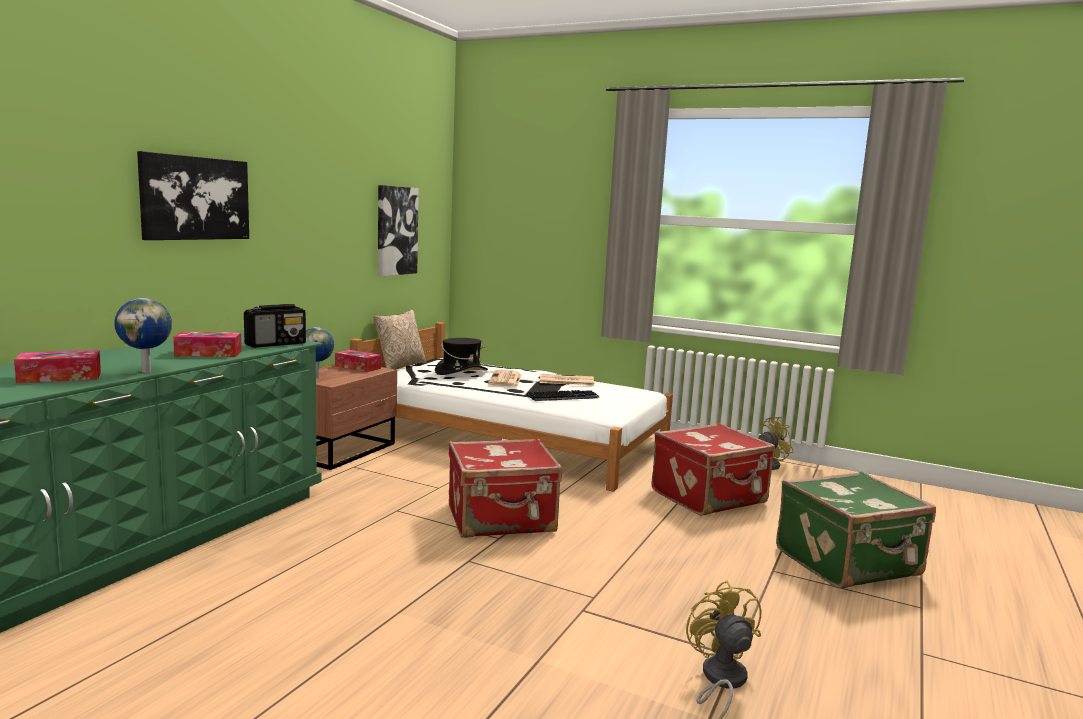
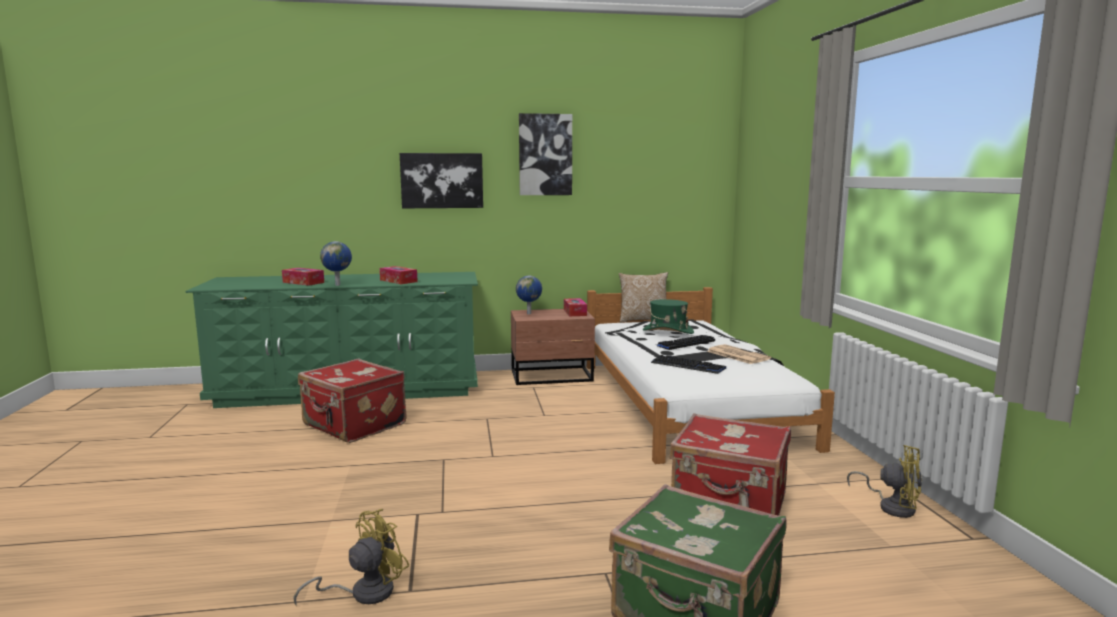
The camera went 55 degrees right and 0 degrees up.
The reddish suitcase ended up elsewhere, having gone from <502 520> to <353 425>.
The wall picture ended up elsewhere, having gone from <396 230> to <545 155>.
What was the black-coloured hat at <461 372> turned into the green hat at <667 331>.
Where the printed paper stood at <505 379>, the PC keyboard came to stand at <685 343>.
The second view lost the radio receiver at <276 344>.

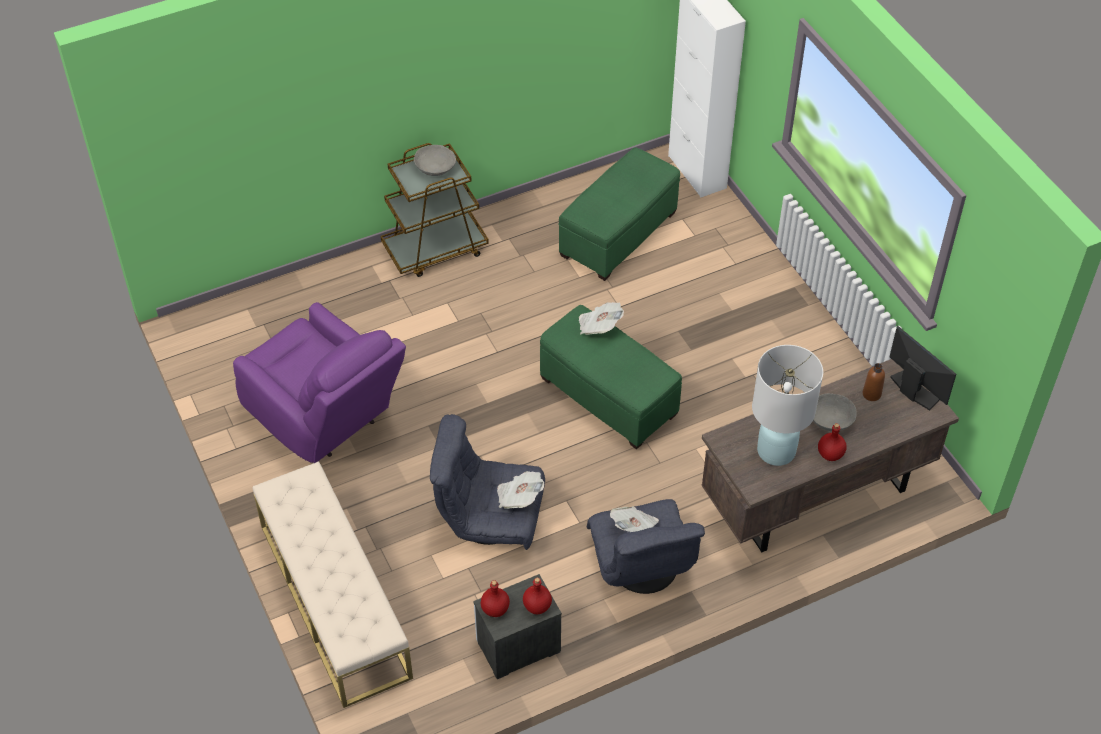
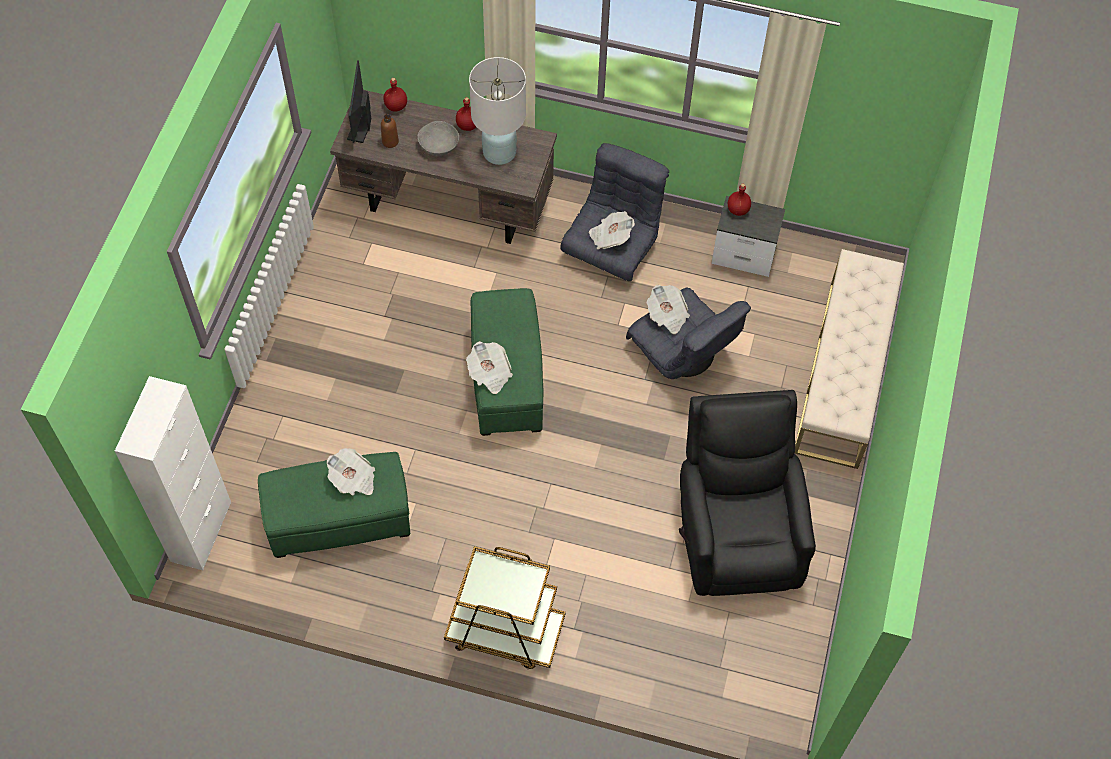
The camera went 140 degrees left and 10 degrees up.
The second view gained the printed paper at <353 479>.
The reddish bottle ended up elsewhere, having gone from <495 609> to <396 106>.
What was the purple-coloured lounge chair at <326 418> turned into the black-coloured lounge chair at <737 527>.
The second view lost the greyish serving bowl at <435 168>.

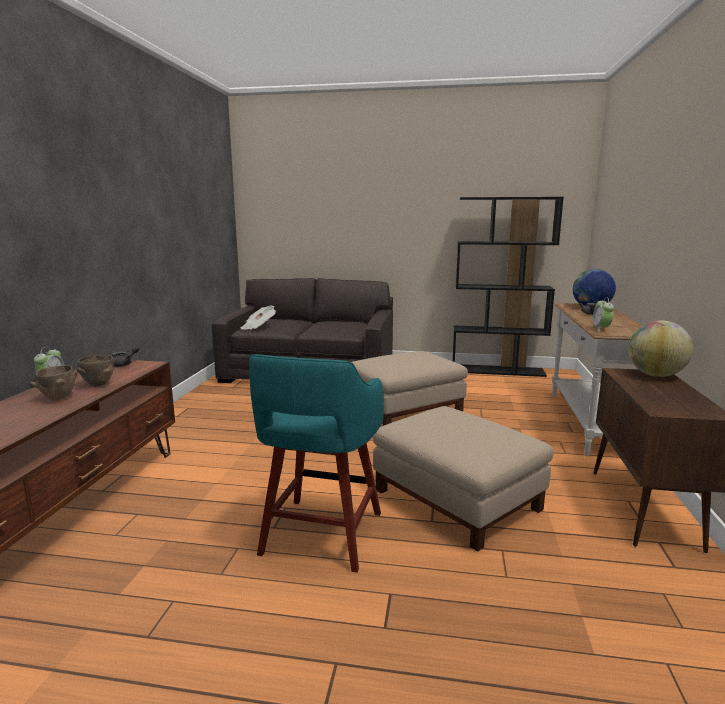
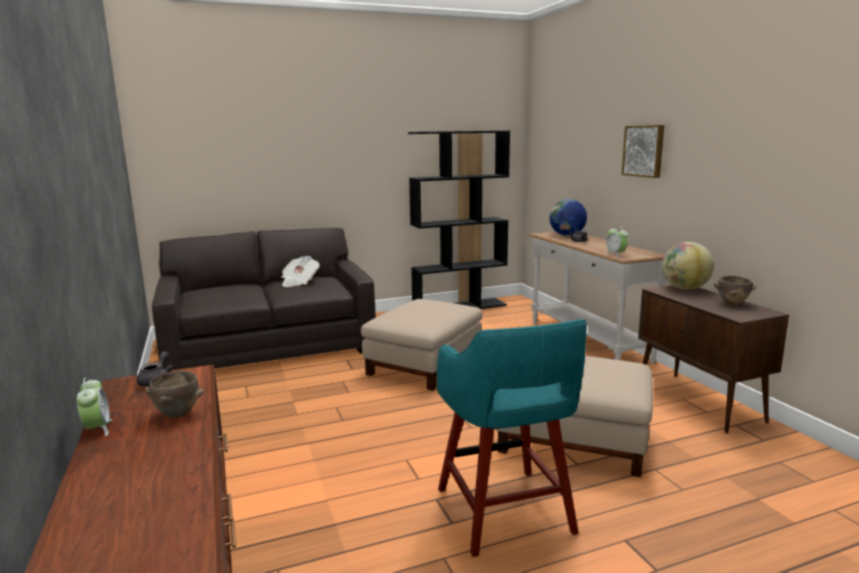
The camera went 30 degrees left and 0 degrees up.
The printed paper ended up elsewhere, having gone from <258 327> to <299 282>.
The second view gained the wall picture at <644 151>.
The brown-coloured serving bowl ended up elsewhere, having gone from <58 398> to <731 304>.

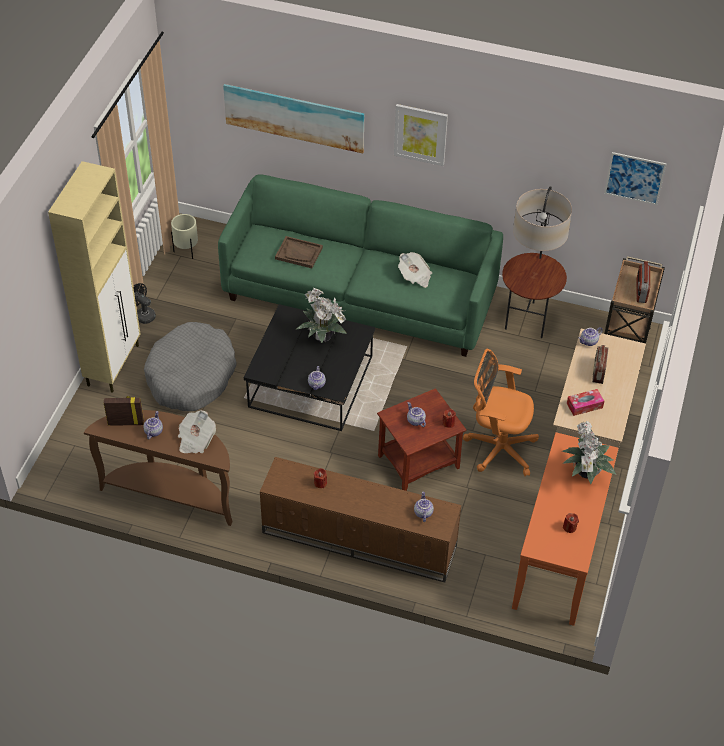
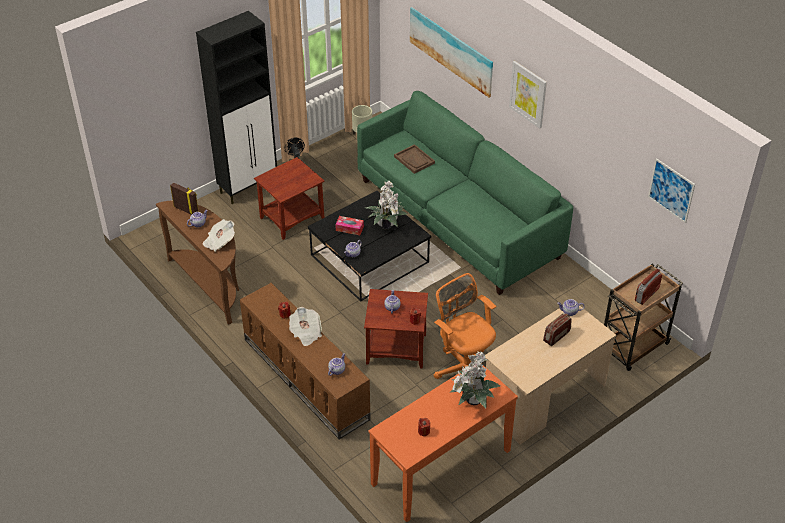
The camera went 35 degrees right and 5 degrees down.
What was the beige-coloured cabinet at <114 364> turned into the black-coloured cabinet at <249 187>.
Where the greyish pet bed stood at <191 376>, the brown-coloured side table came to stand at <291 217>.
The printed paper ended up elsewhere, having gone from <415 276> to <306 333>.
The box of tissues ended up elsewhere, having gone from <584 405> to <349 228>.
The second view lost the standard lamp at <527 320>.

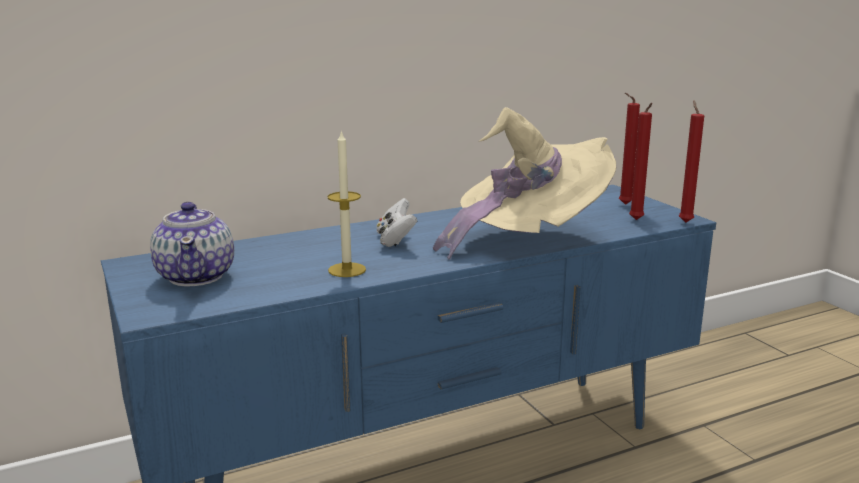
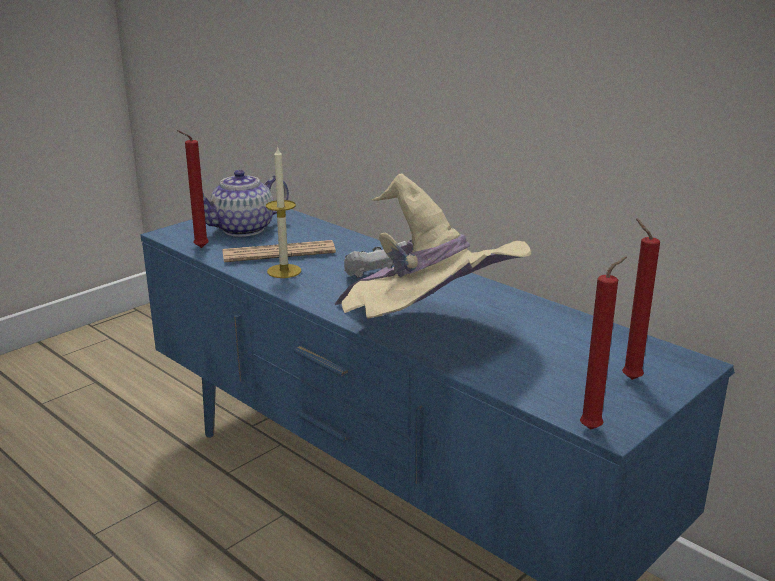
The camera went 70 degrees right and 5 degrees up.
The reddish wax candle ended up elsewhere, having gone from <636 220> to <199 248>.
The second view gained the printed paper at <278 253>.

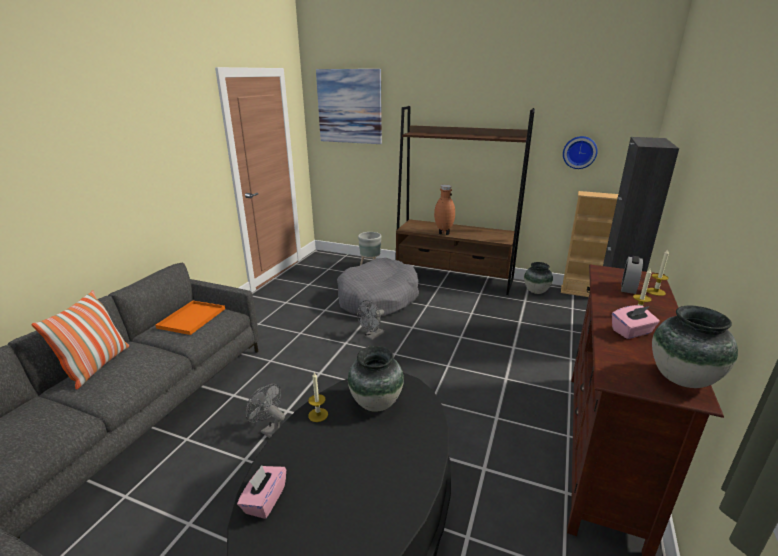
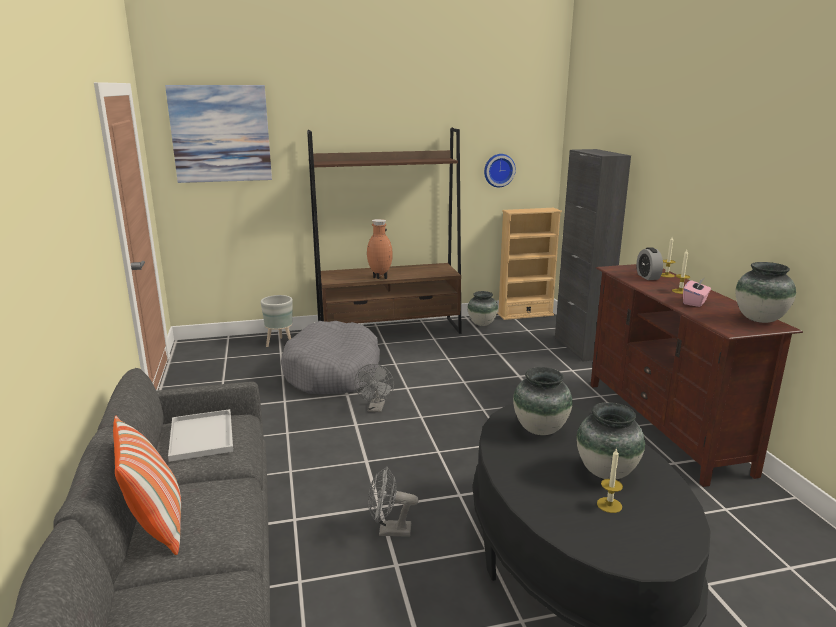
The camera went 35 degrees left and 5 degrees down.
What was the orangey carrying tray at <192 317> turned into the white-coloured carrying tray at <200 435>.
The second view gained the vase at <606 472>.
The wax candle ended up elsewhere, having gone from <318 415> to <609 505>.
The second view lost the pink-coloured box of tissues at <264 500>.

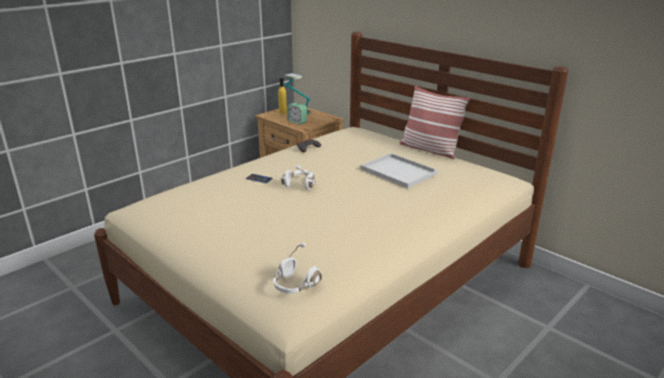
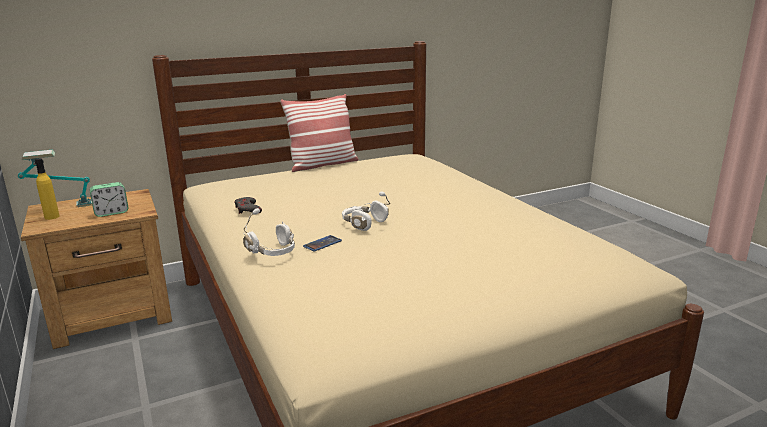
The camera went 70 degrees left and 5 degrees down.
The white-coloured pair of headphones ended up elsewhere, having gone from <294 285> to <273 252>.
The second view lost the white-coloured carrying tray at <400 172>.

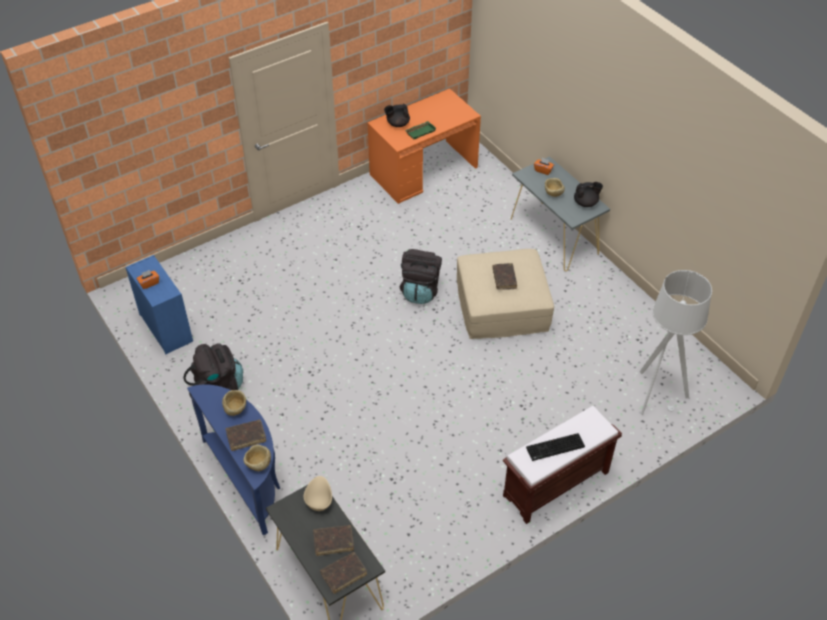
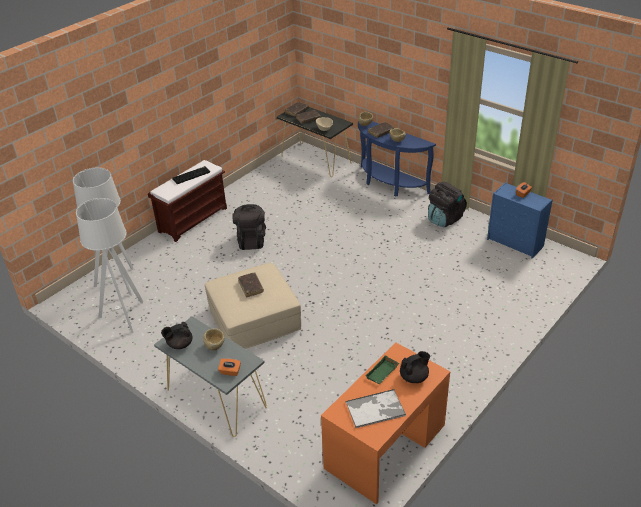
The camera went 165 degrees right and 10 degrees down.
The second view gained the greyish standard lamp at <125 317>.
The black-coloured rucksack ended up elsewhere, having gone from <420 290> to <251 240>.
The second view gained the carrying tray at <375 409>.

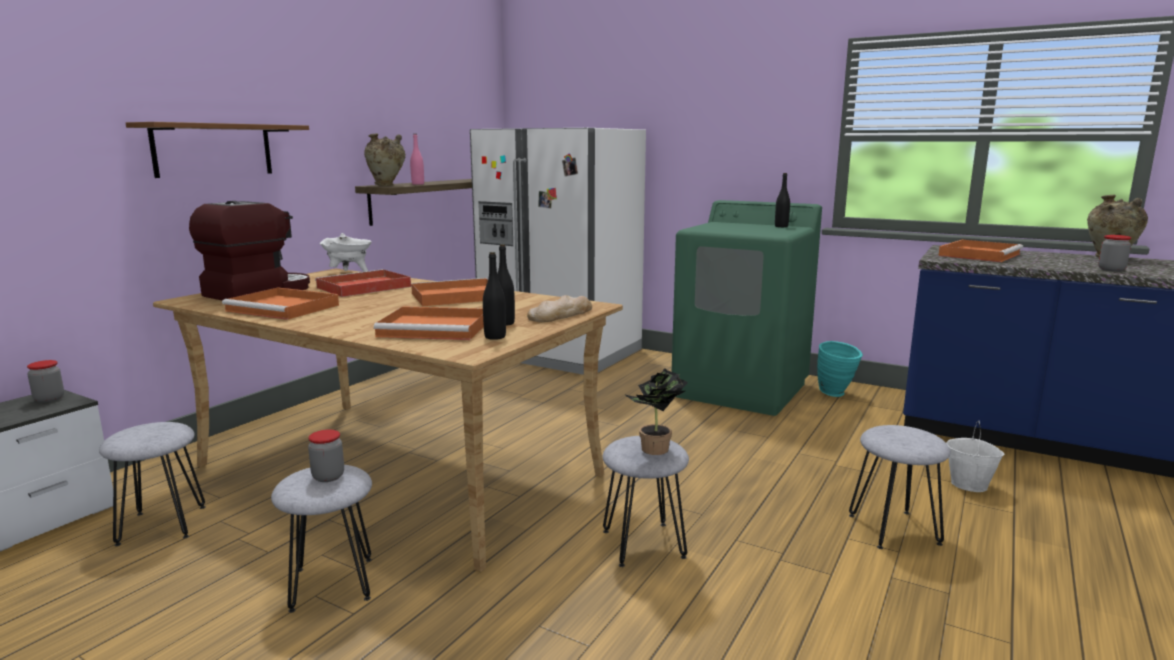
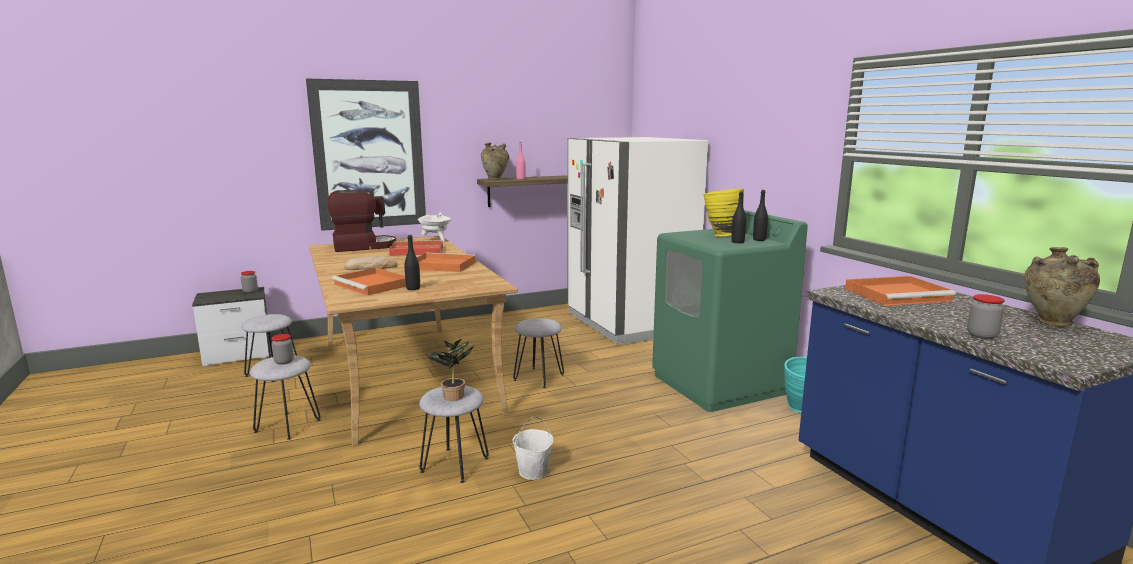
The camera went 35 degrees right and 0 degrees up.
Where the brown-coloured bracket shelf hung at <213 150>, the wall picture came to hang at <369 155>.
The baked bread ended up elsewhere, having gone from <560 314> to <371 267>.
The greyish stool ended up elsewhere, having gone from <894 529> to <539 377>.
The white-coloured bucket ended up elsewhere, having gone from <969 485> to <533 472>.
The second view gained the yellow vase at <720 236>.
The black-coloured bottle ended up elsewhere, having gone from <495 337> to <737 242>.
The second view lost the orangey carrying tray at <285 308>.

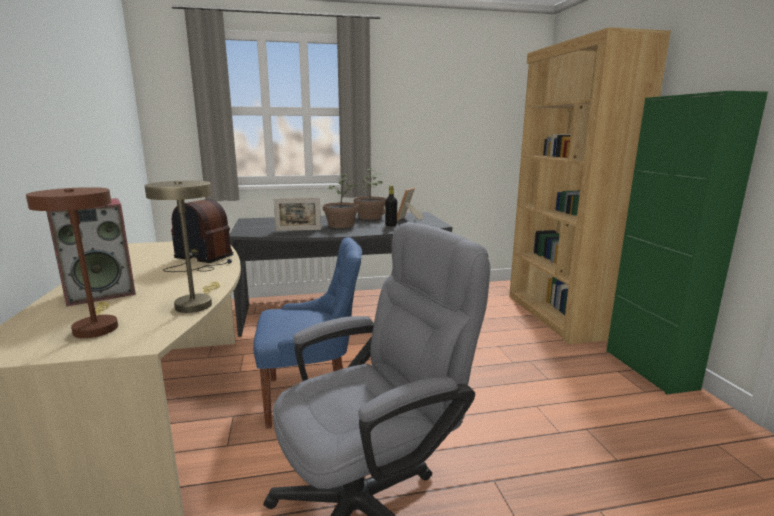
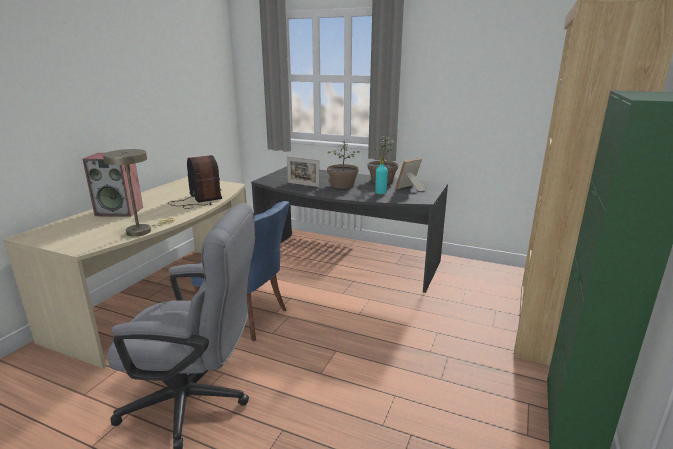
The camera went 35 degrees right and 5 degrees up.
What was the black-coloured bottle at <391 225> turned into the turquoise-coloured bottle at <380 193>.
The second view lost the brown-coloured table lamp at <96 326>.

